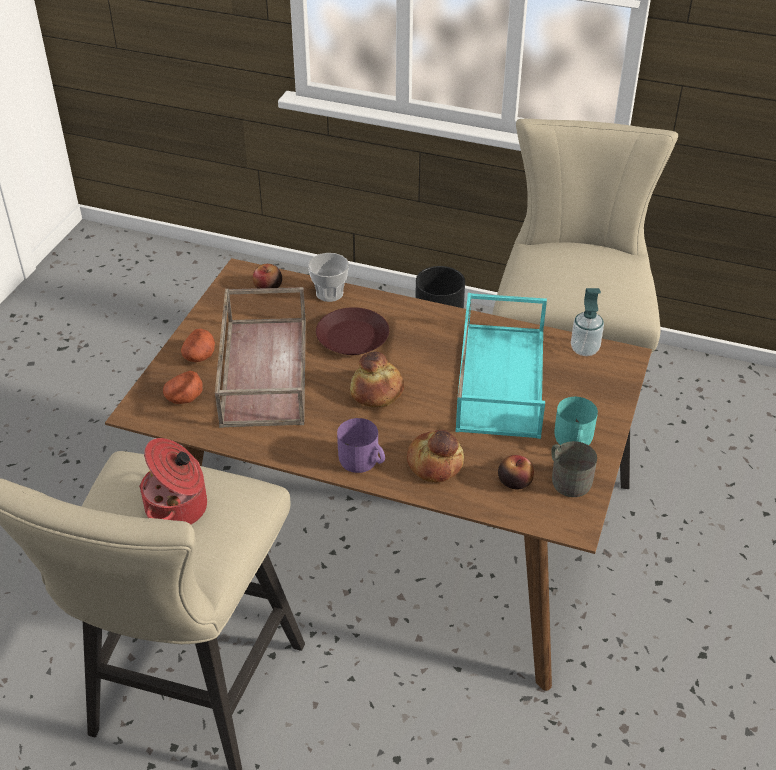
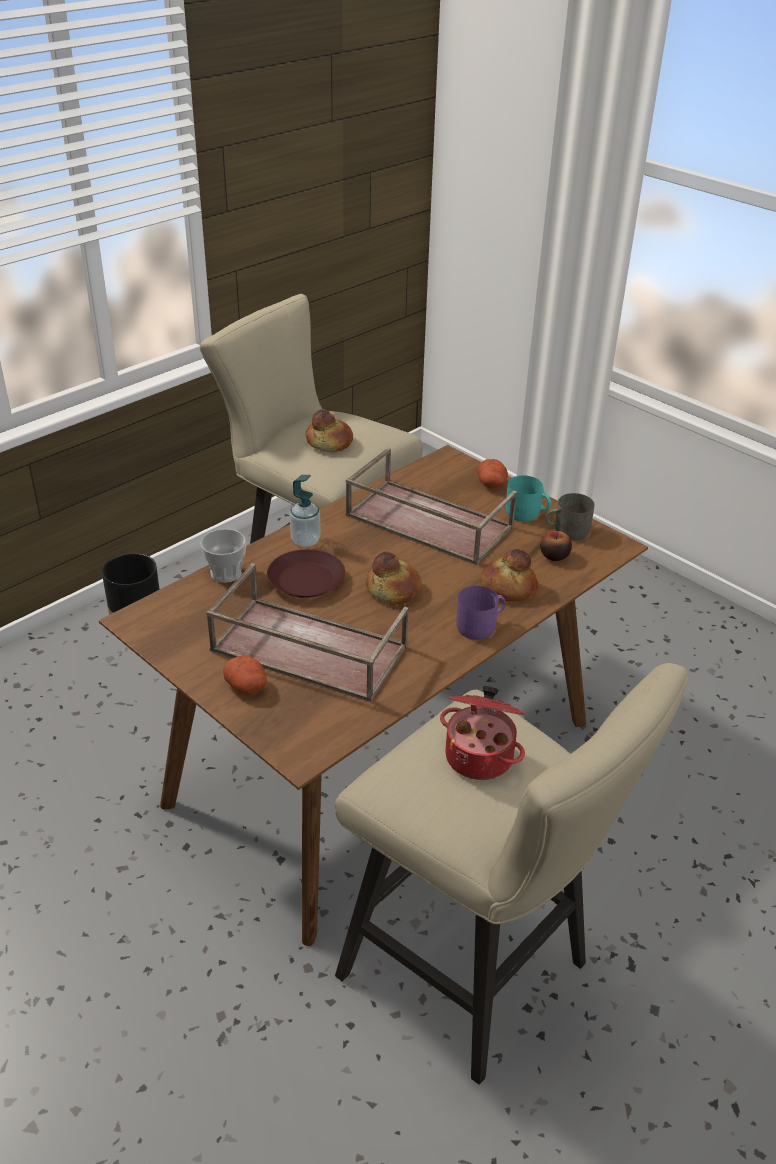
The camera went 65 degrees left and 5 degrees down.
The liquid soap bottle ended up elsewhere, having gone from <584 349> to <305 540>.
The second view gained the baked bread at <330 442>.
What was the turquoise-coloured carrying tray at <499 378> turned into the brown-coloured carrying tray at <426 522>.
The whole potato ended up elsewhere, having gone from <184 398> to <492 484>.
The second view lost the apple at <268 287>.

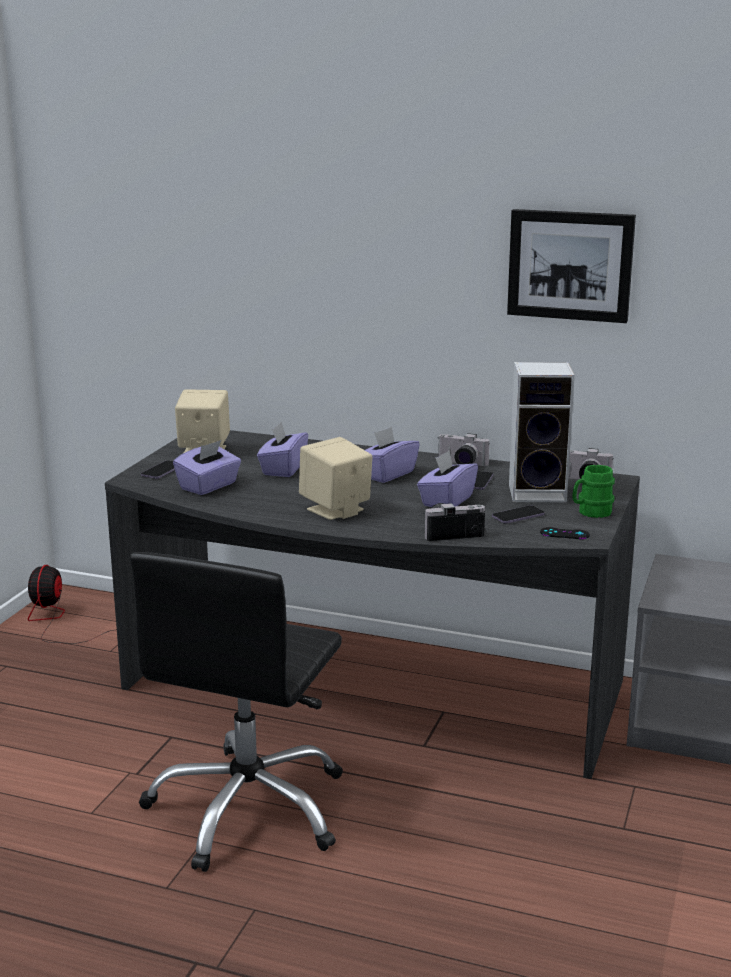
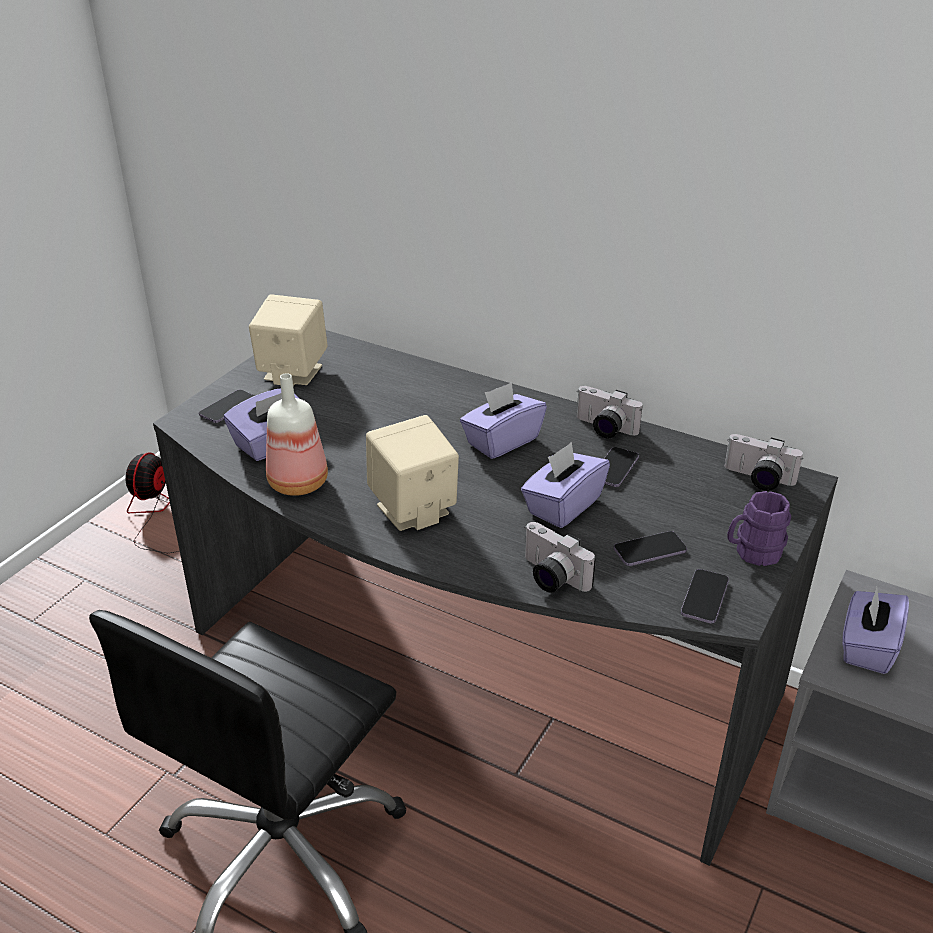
The camera went 10 degrees right and 15 degrees up.
The second view gained the bottle at <297 482>.
The still camera at <451 532> ended up facing another way, 135 degrees counterclockwise from before.
Where the black-coloured game controller stood at <564 534>, the telephone came to stand at <704 598>.
What was the green tea mug at <591 512> turned into the purple-coloured tea mug at <752 552>.
The purple-coloured box of tissues ended up elsewhere, having gone from <283 469> to <867 647>.
The second view lost the wall picture at <570 265>.
The second view lost the audio speaker at <539 493>.

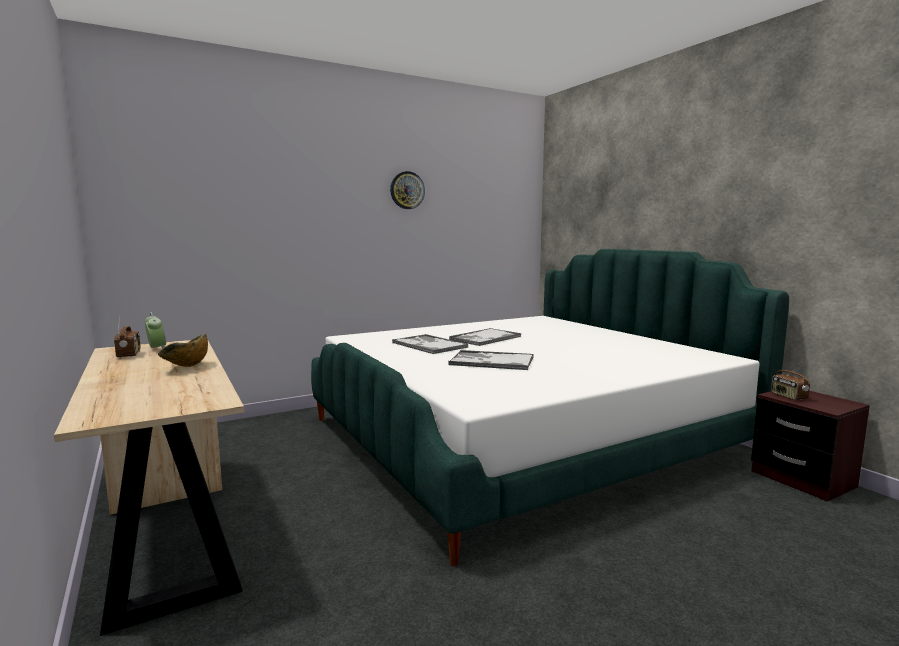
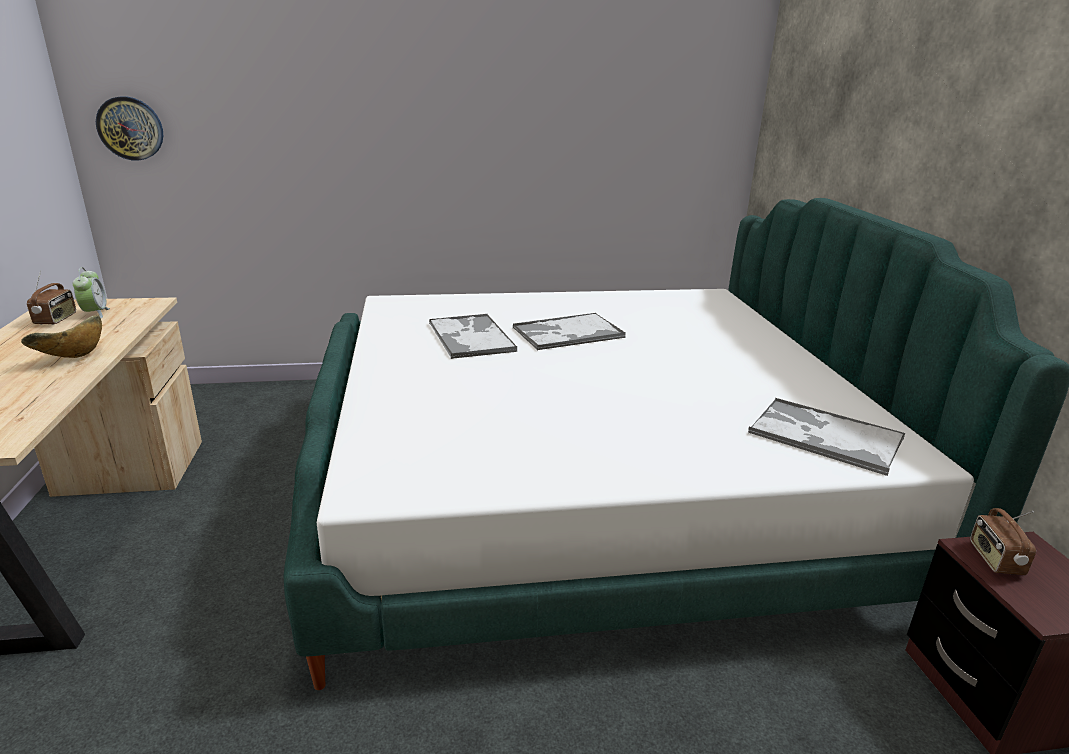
The camera went 20 degrees right and 15 degrees up.
The clock on the wall ended up elsewhere, having gone from <407 190> to <130 128>.
The carrying tray ended up elsewhere, having gone from <491 361> to <824 436>.

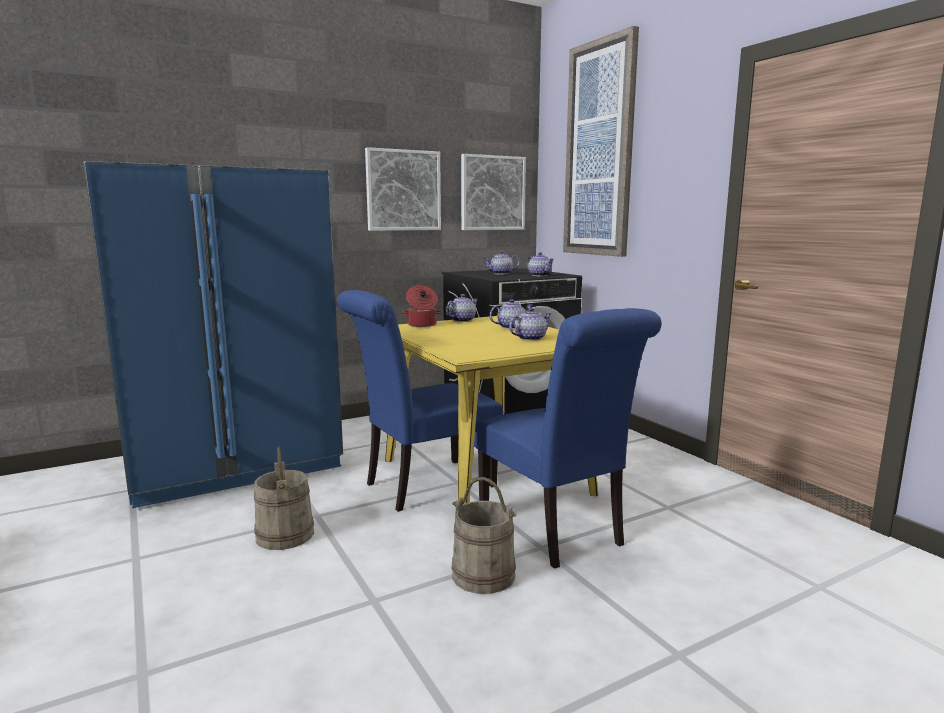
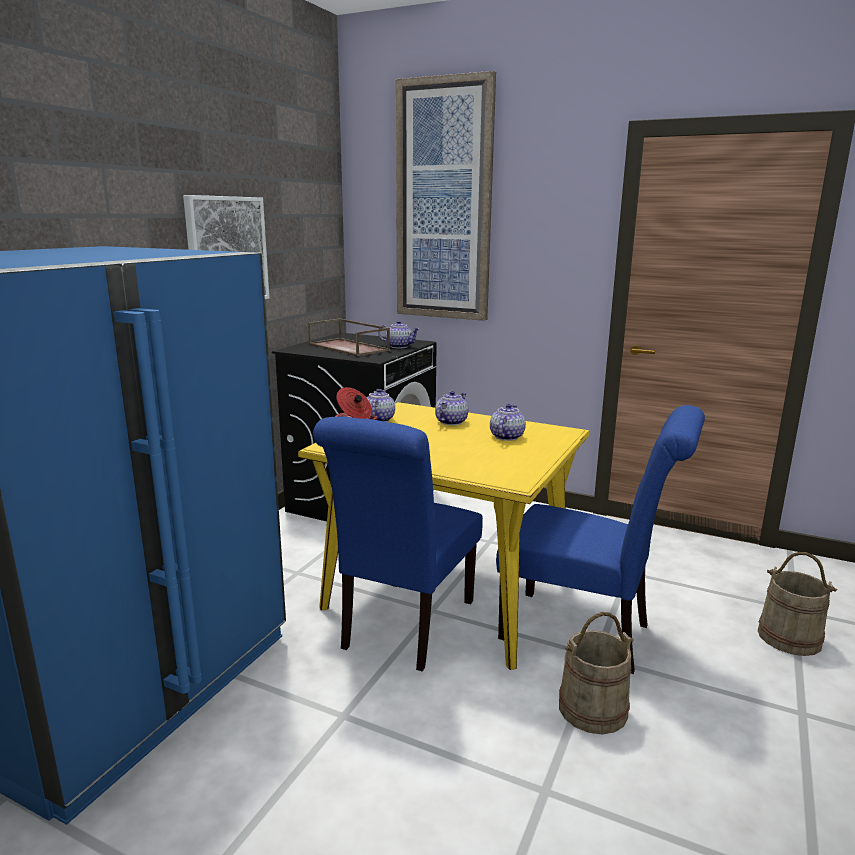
The camera went 35 degrees left and 5 degrees up.
Where the teapot stood at <501 273>, the brown-coloured carrying tray came to stand at <349 347>.
The beige-coloured bucket ended up elsewhere, having gone from <284 535> to <789 637>.
The second view lost the wall picture at <492 193>.

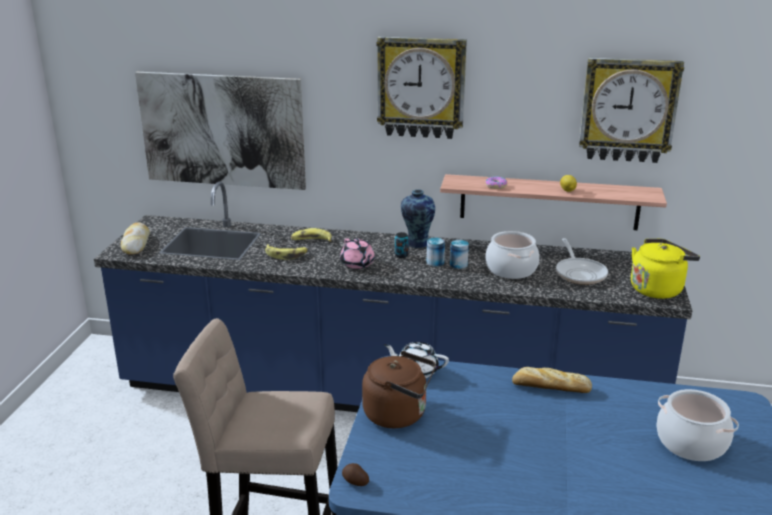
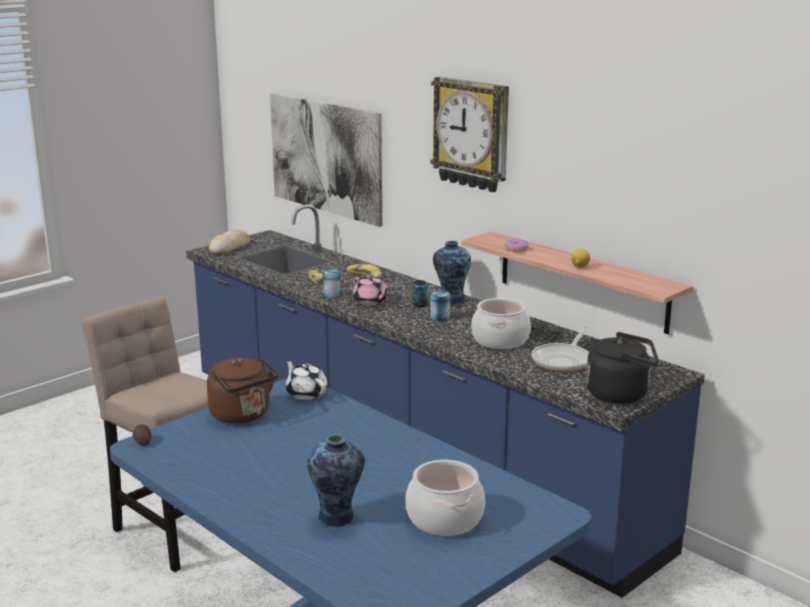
The camera went 35 degrees right and 5 degrees down.
The second view gained the vase at <337 518>.
The sealed can ended up elsewhere, having gone from <458 264> to <332 294>.
The pink-coloured teapot at <357 264> ended up facing another way, 45 degrees counterclockwise from before.
What was the yellow water kettle at <658 289> turned into the black-coloured water kettle at <620 394>.
The second view lost the baked bread at <549 387>.
The second view lost the clock on the wall at <628 110>.

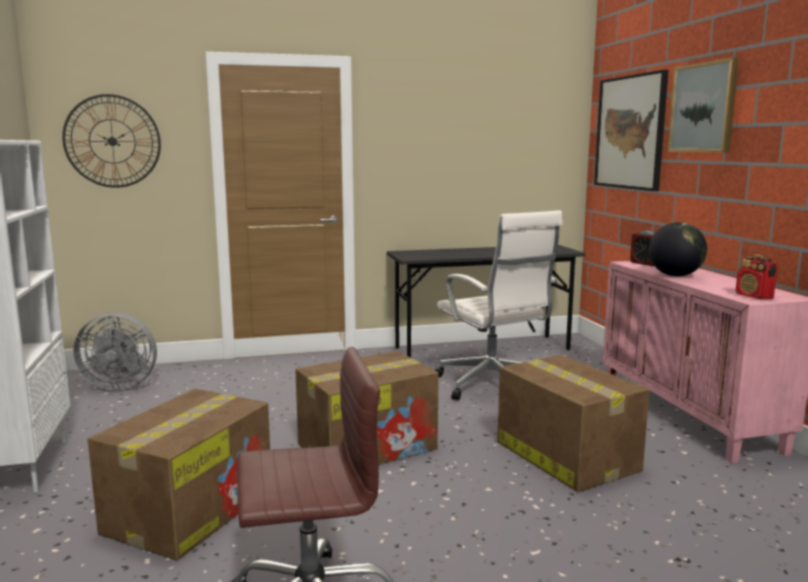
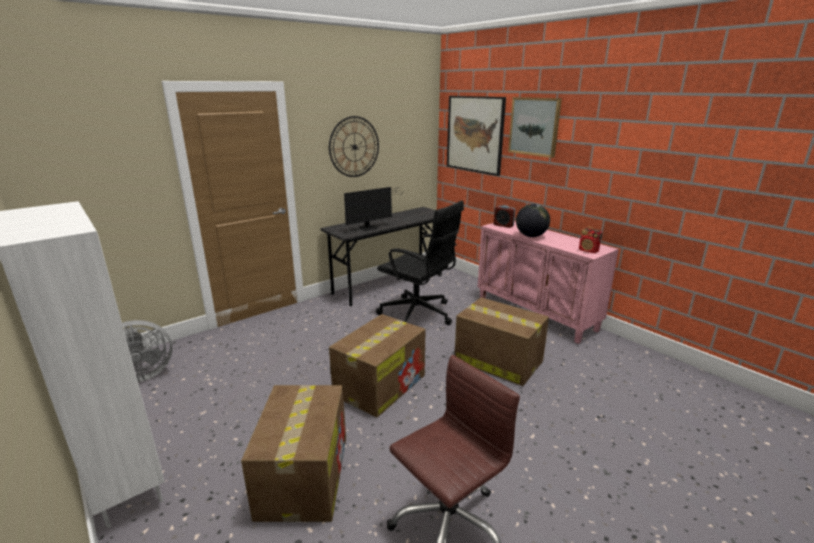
The camera went 25 degrees left and 10 degrees up.
The clock on the wall ended up elsewhere, having gone from <112 141> to <354 147>.
The second view gained the computer screen at <371 227>.
What was the white-coloured desk chair at <493 386> turned into the black-coloured desk chair at <418 315>.

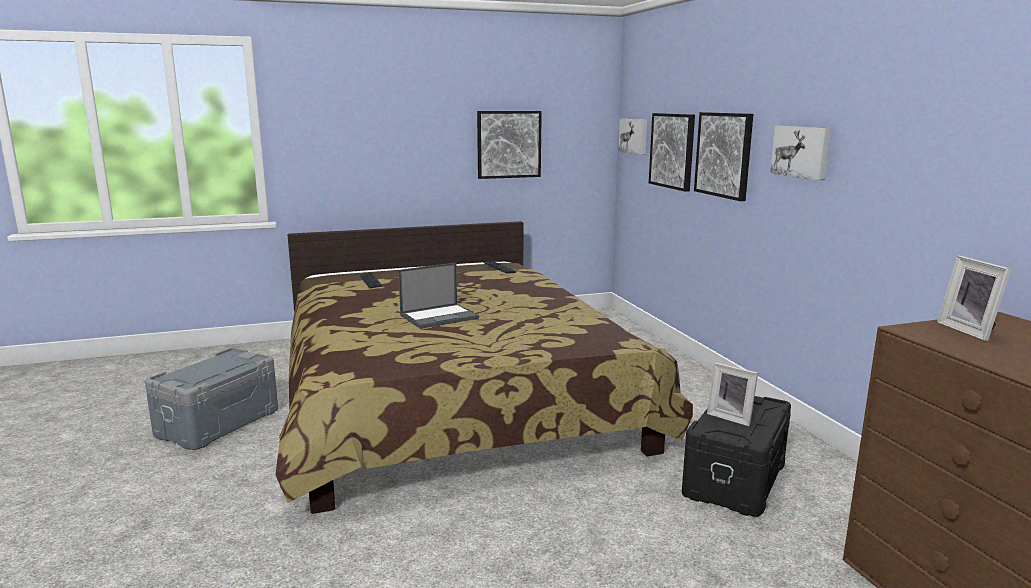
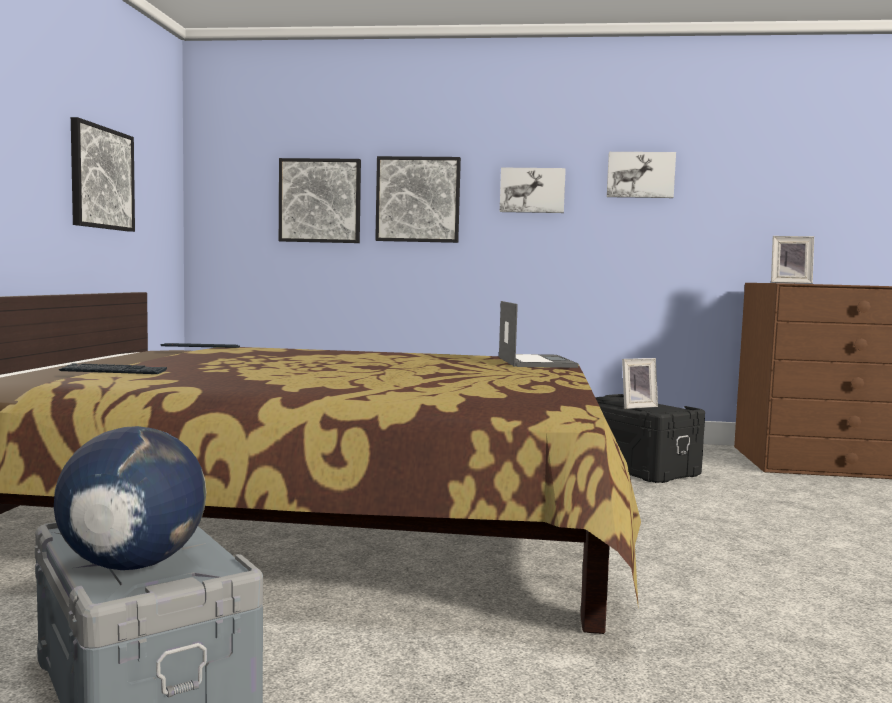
The camera went 65 degrees left and 10 degrees down.
The second view gained the globe at <133 565>.
The notebook computer ended up elsewhere, having gone from <440 316> to <535 362>.
The wall picture ended up elsewhere, having gone from <634 136> to <640 175>.

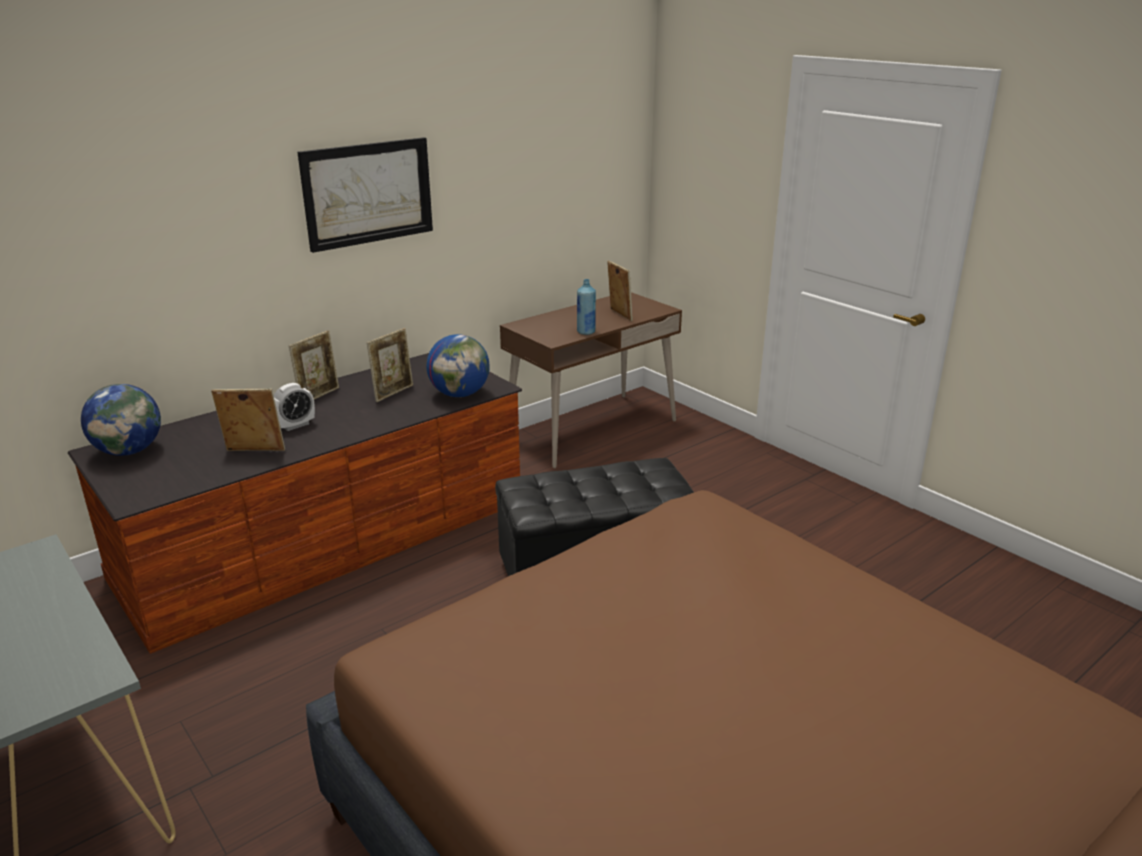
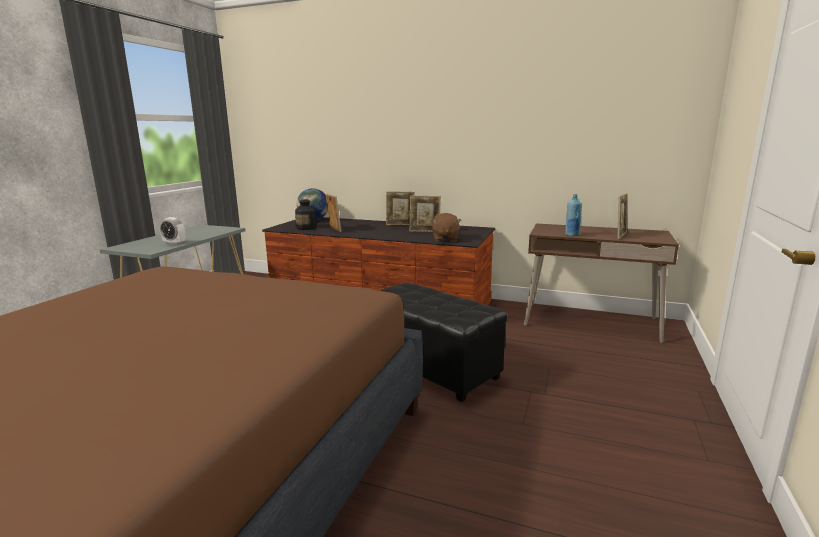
The camera went 60 degrees right and 10 degrees down.
The bedside clock ended up elsewhere, having gone from <295 425> to <174 243>.
The second view gained the bottle at <306 227>.
Where the globe stood at <460 394>, the brown-coloured soft toy came to stand at <445 239>.
The second view lost the wall picture at <368 193>.

